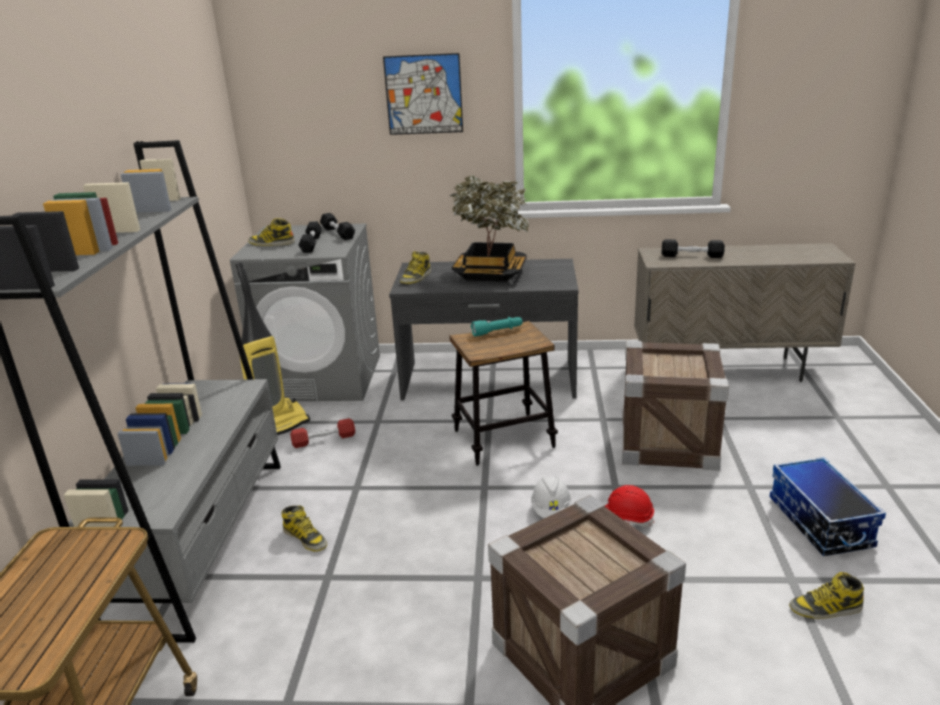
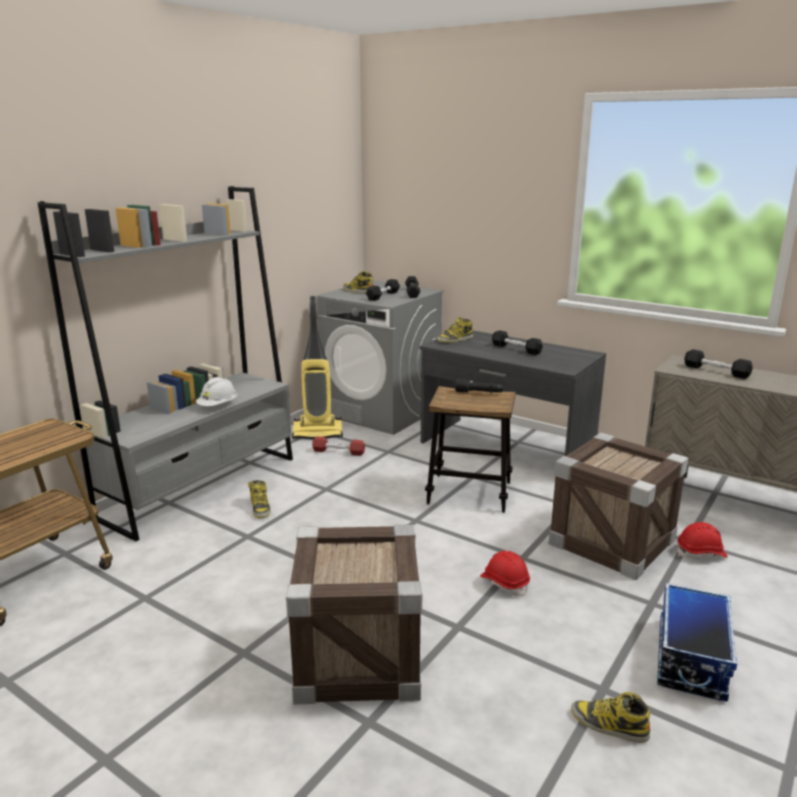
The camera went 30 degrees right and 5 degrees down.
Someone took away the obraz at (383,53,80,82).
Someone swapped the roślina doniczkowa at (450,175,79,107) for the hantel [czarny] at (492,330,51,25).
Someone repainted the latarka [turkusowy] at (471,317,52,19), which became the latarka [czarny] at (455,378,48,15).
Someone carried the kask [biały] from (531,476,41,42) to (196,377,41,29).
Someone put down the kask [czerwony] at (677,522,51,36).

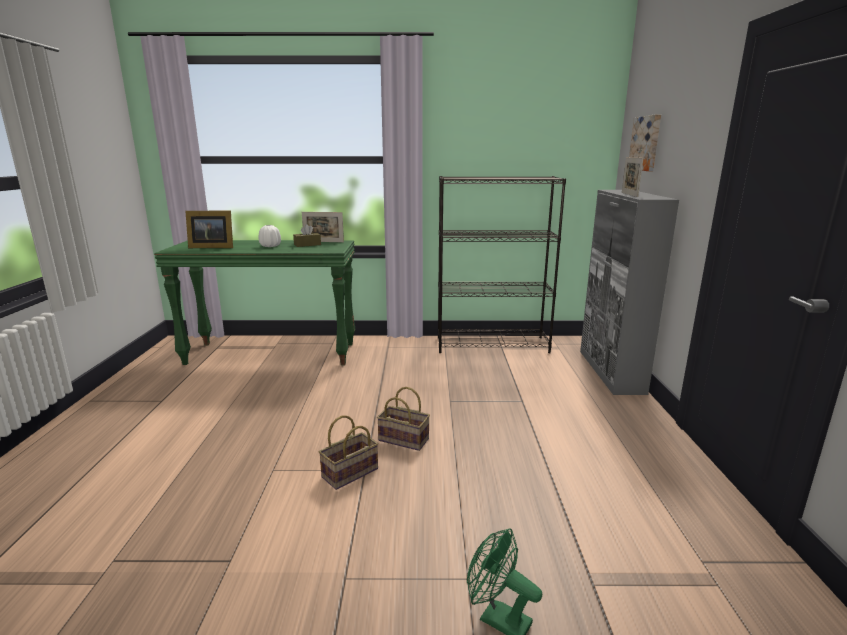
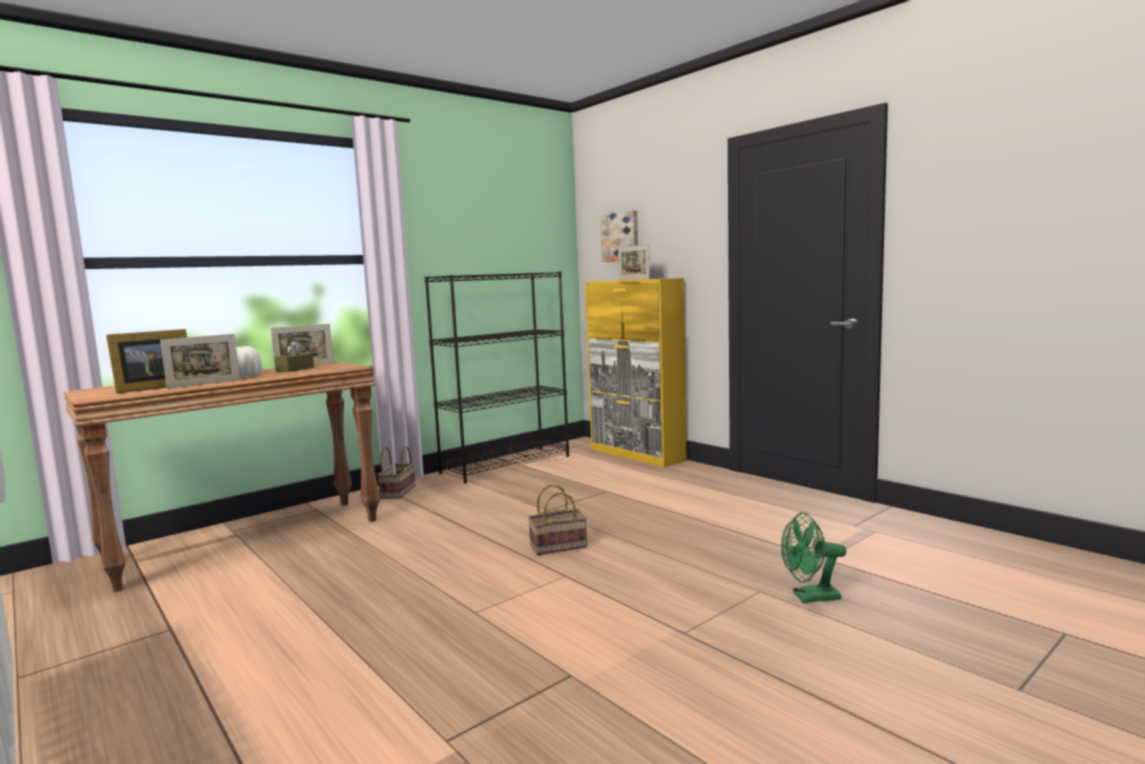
The camera went 40 degrees left and 10 degrees down.
Someone repainted the szafka [szary] at (580,190,99,205), which became the szafka [żółty] at (585,278,102,189).
Someone repainted the stolik konsolowy [zielony] at (154,240,201,125), which became the stolik konsolowy [brązowy] at (64,361,316,231).
Someone carried the koszyk from (319,415,59,75) to (377,446,38,52).
Someone put down the ramka na zdjęcie at (160,334,80,55).

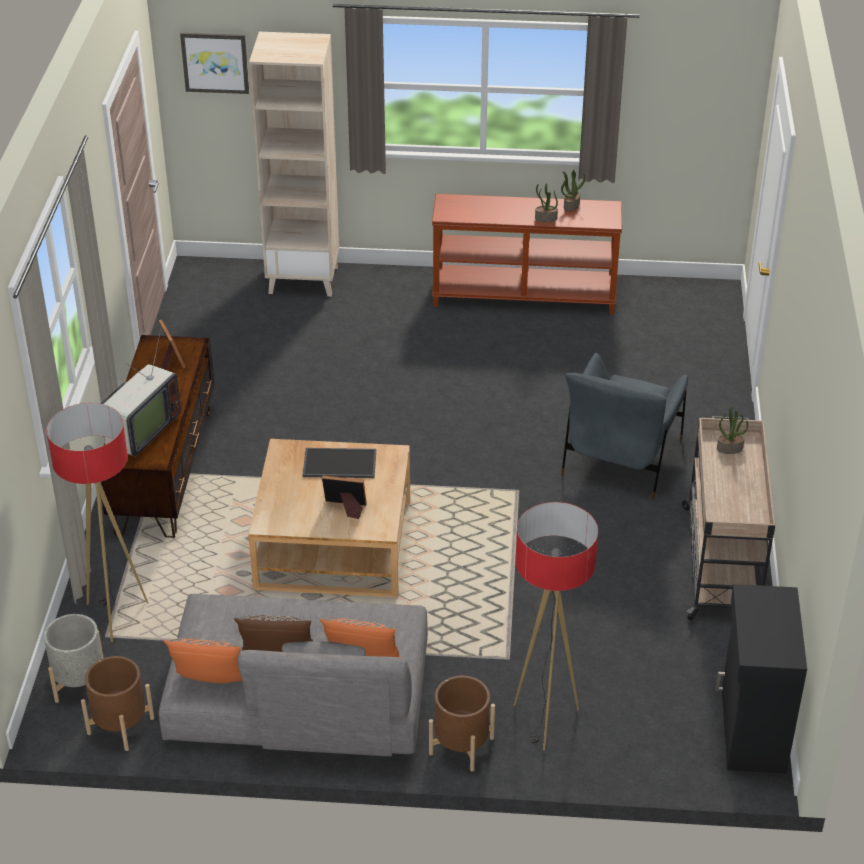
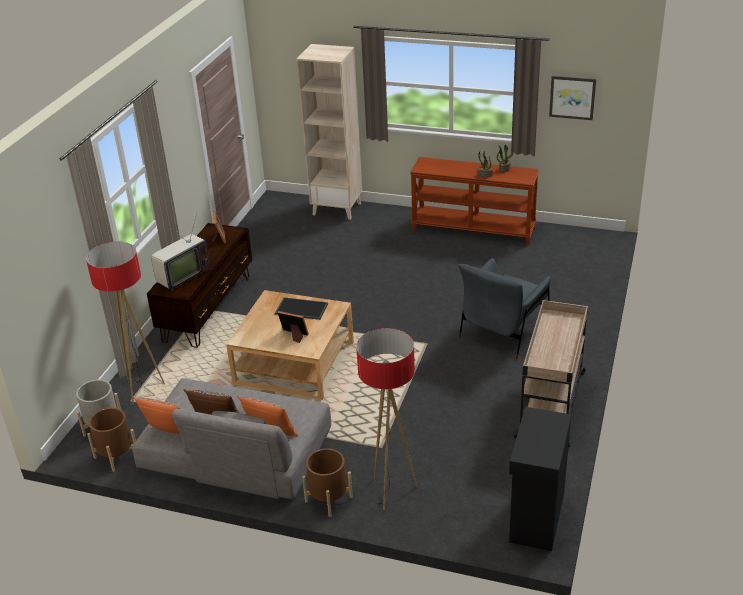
The camera went 15 degrees right and 5 degrees down.
Someone carried the obraz from (180,33,69,61) to (549,76,47,44).
Someone took away the roślina doniczkowa at (717,406,31,48).

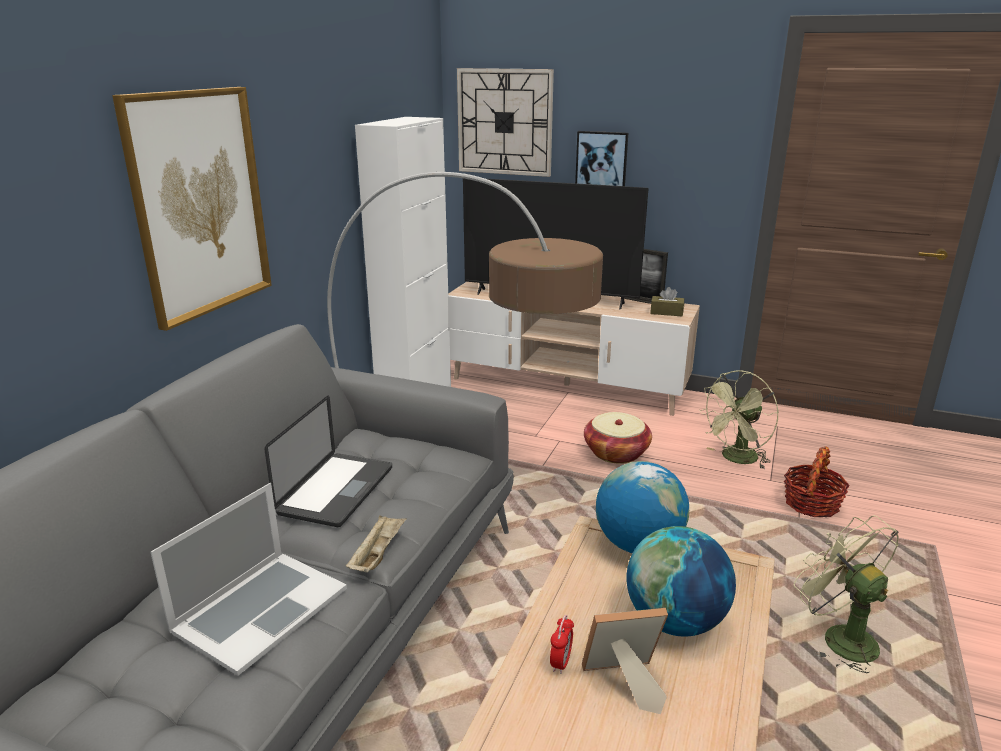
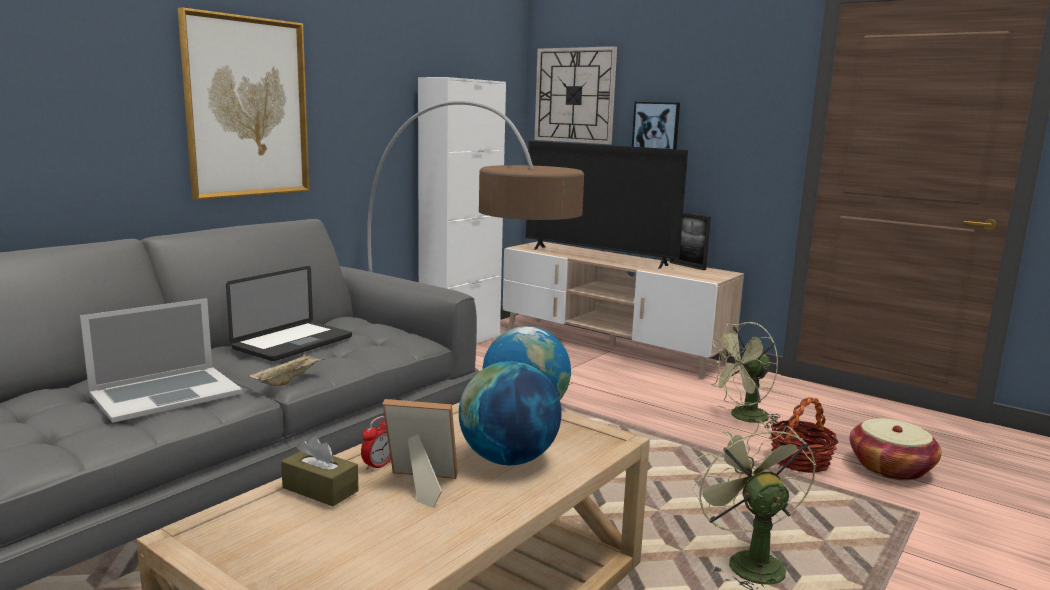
The camera went 15 degrees right and 10 degrees down.
Someone carried the pudełko chusteczek [brązowy] from (650,287,34,29) to (281,436,77,70).
Someone carried the koszyk from (584,412,68,52) to (849,418,93,63).

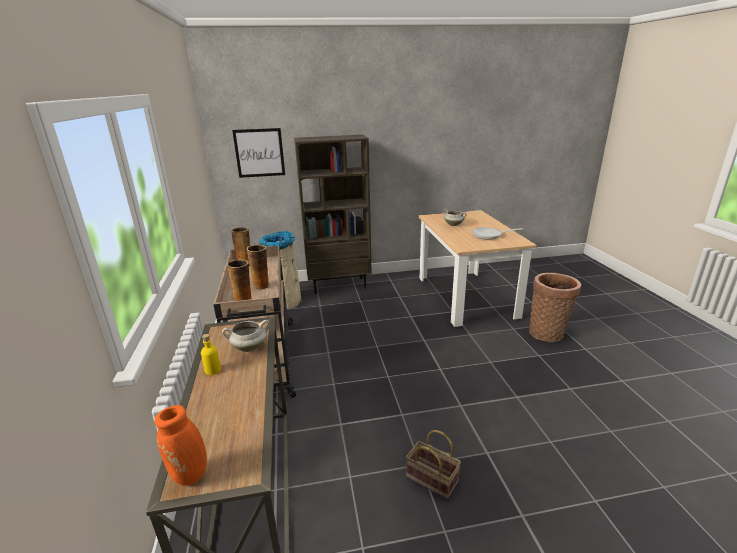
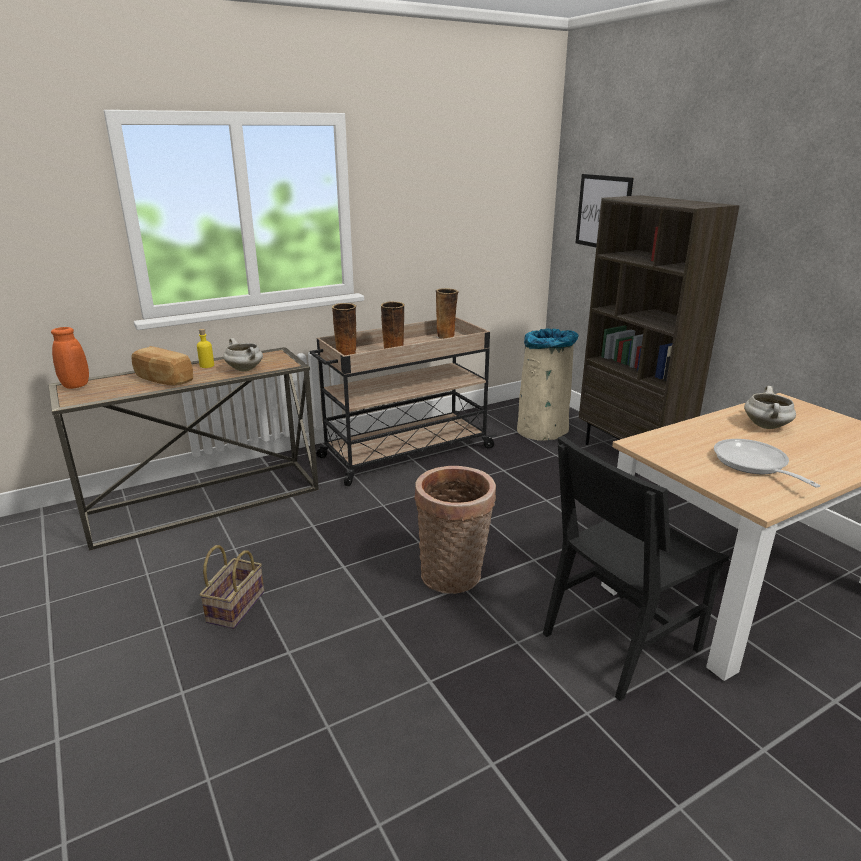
The camera went 70 degrees right and 0 degrees up.
Someone carried the koszyk from (529,273,52,69) to (414,466,82,128).
Someone put down the chleb at (131,346,62,39).
Someone put down the krzesło [czarny] at (543,435,186,266).

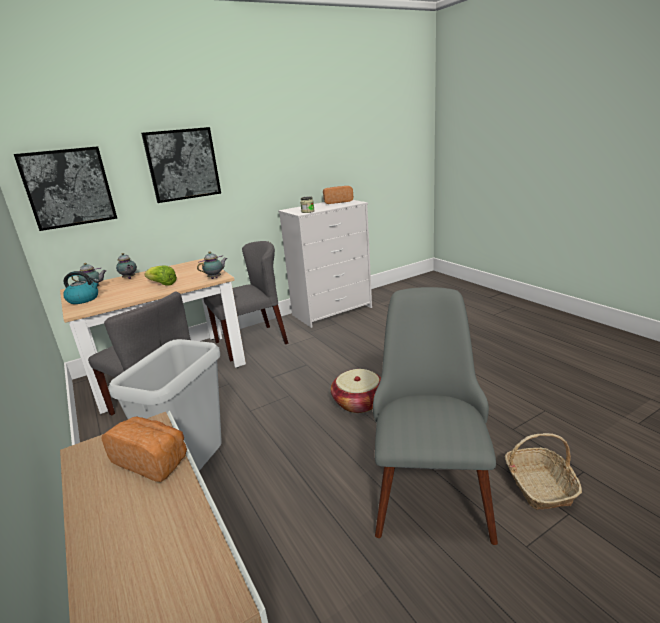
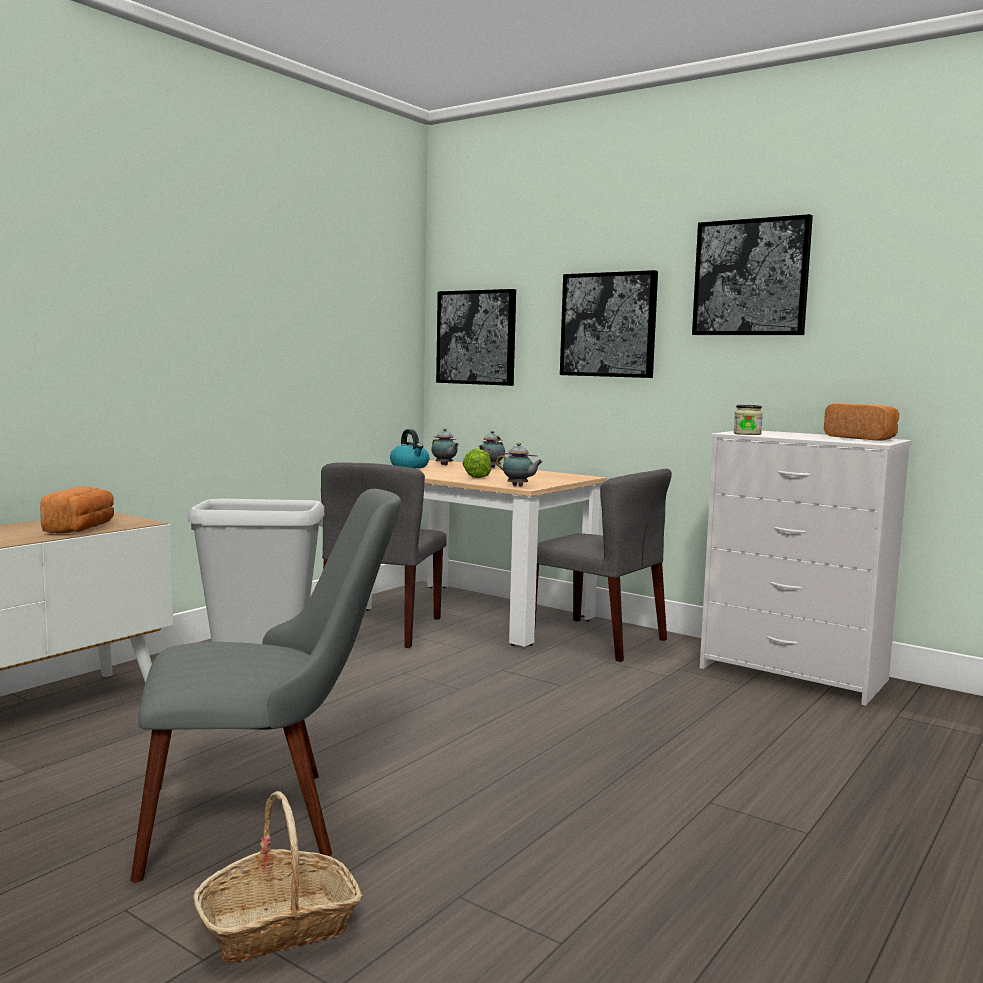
The camera went 65 degrees right and 15 degrees down.
Someone took away the koszyk at (331,369,50,44).
Someone put up the obraz at (692,214,121,121).

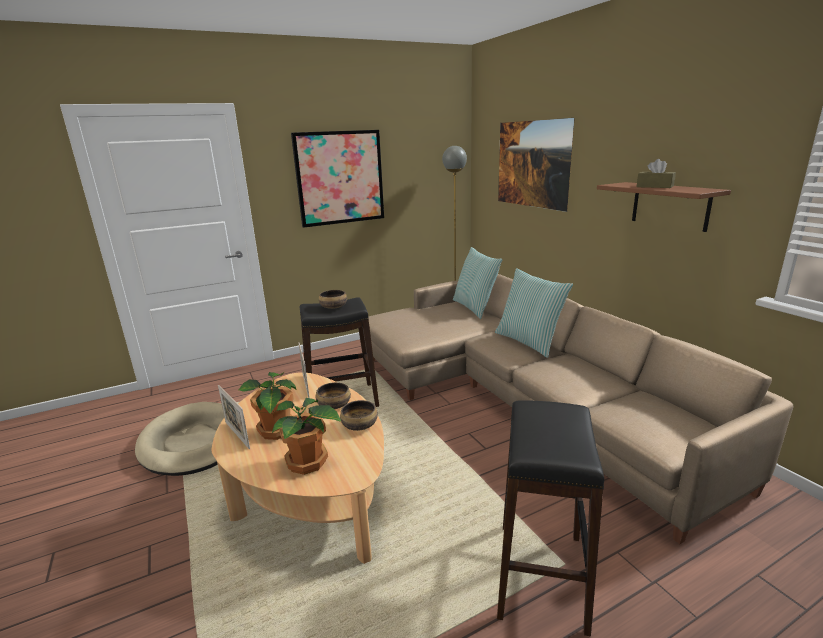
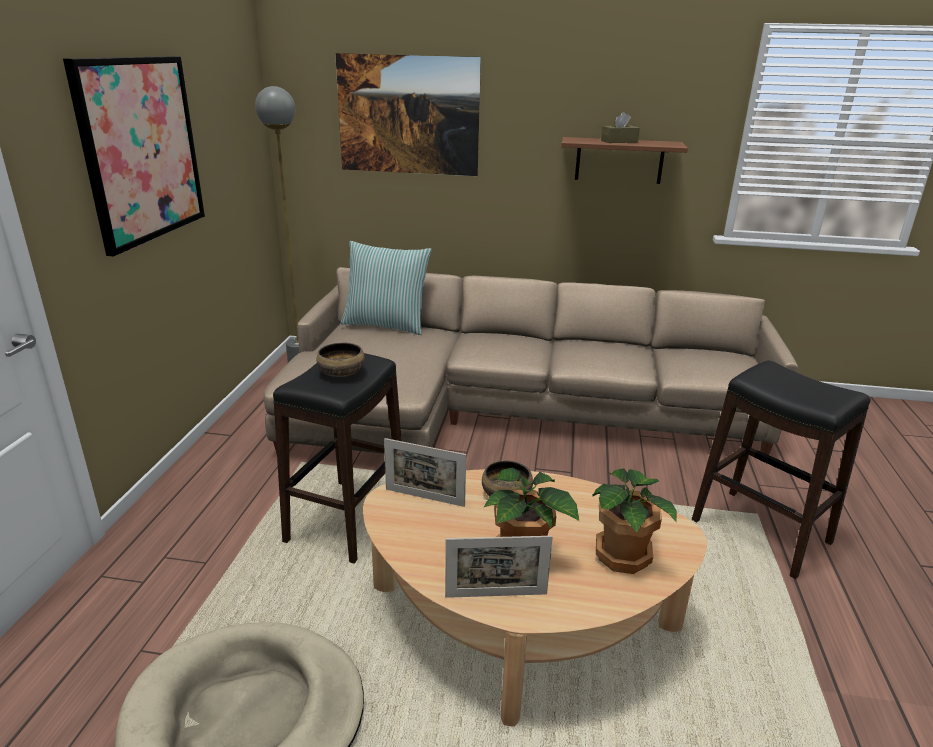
The camera went 55 degrees left and 5 degrees up.
Someone took away the poduszka at (495,268,78,90).
Someone took away the miska at (340,400,38,31).

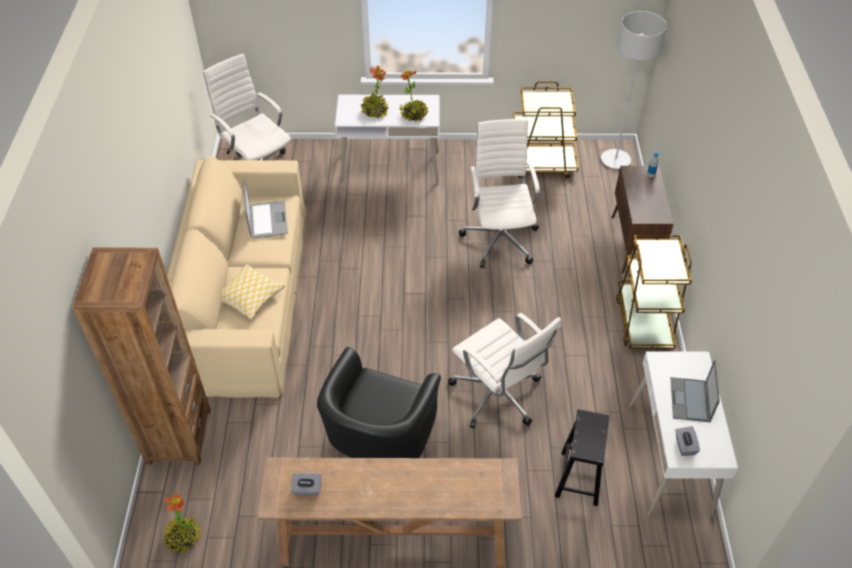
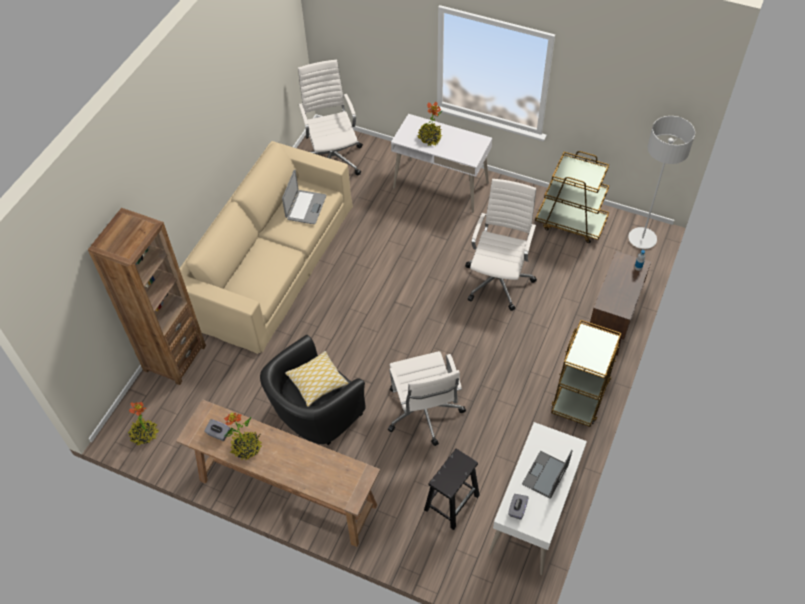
The camera went 25 degrees right and 5 degrees up.
Someone carried the roślina doniczkowa from (399,70,29,51) to (224,413,38,47).
Someone carried the poduszka from (222,264,63,56) to (285,351,63,56).

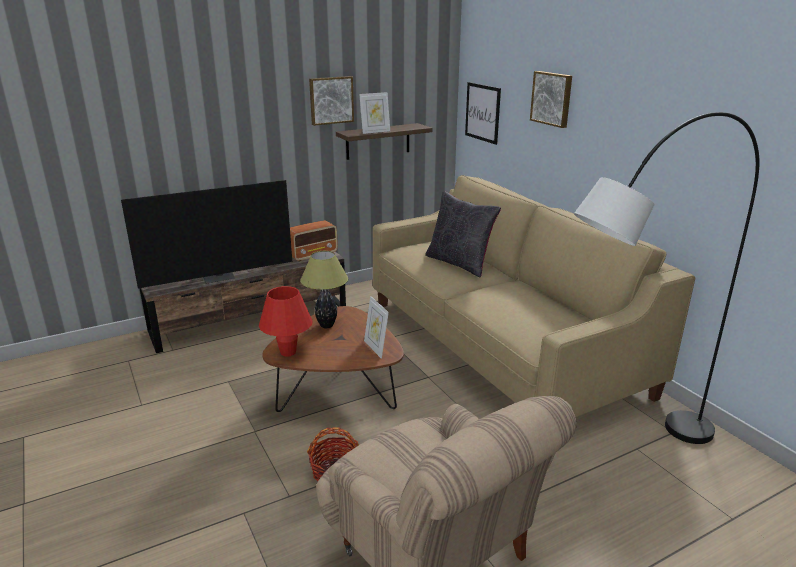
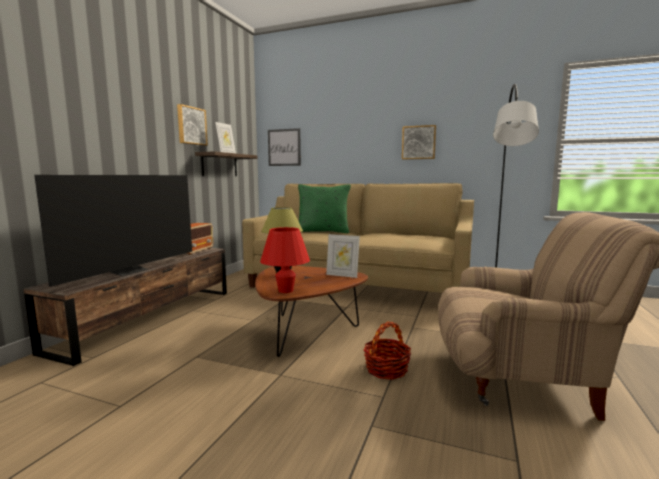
The camera went 40 degrees left and 15 degrees down.
Someone carried the obraz from (530,71,42,57) to (402,125,34,34).
Someone repainted the poduszka [czarny] at (425,191,76,86), which became the poduszka [zielony] at (298,185,53,48).

